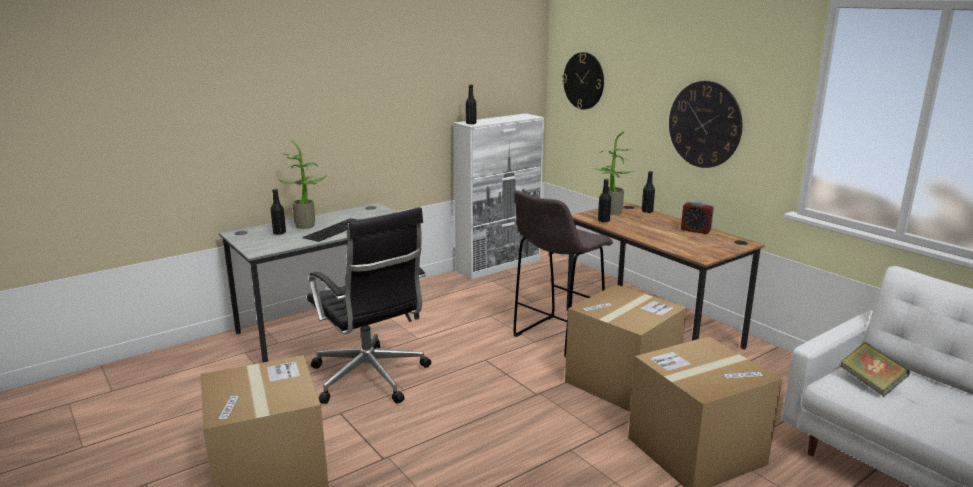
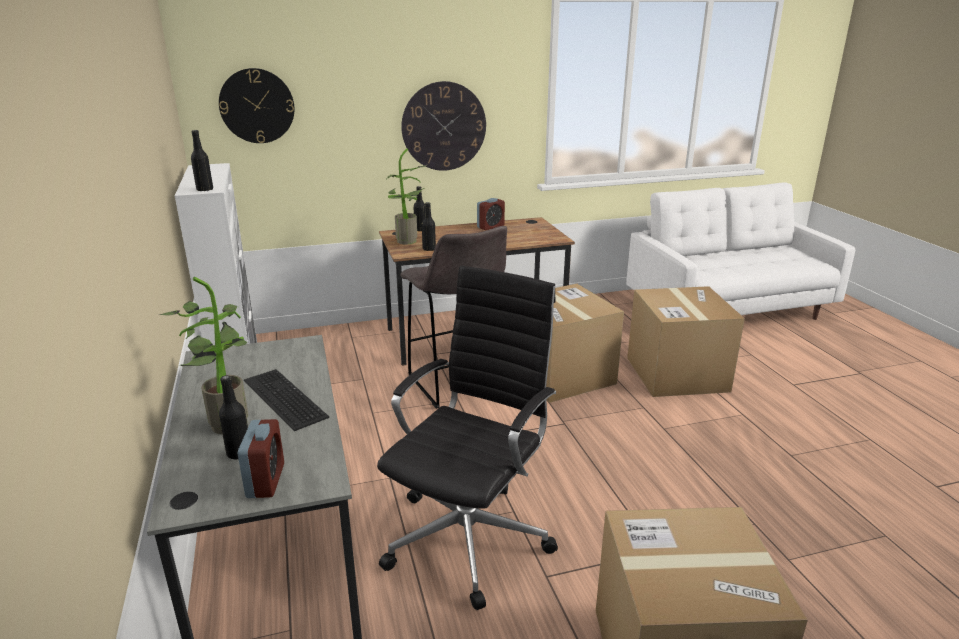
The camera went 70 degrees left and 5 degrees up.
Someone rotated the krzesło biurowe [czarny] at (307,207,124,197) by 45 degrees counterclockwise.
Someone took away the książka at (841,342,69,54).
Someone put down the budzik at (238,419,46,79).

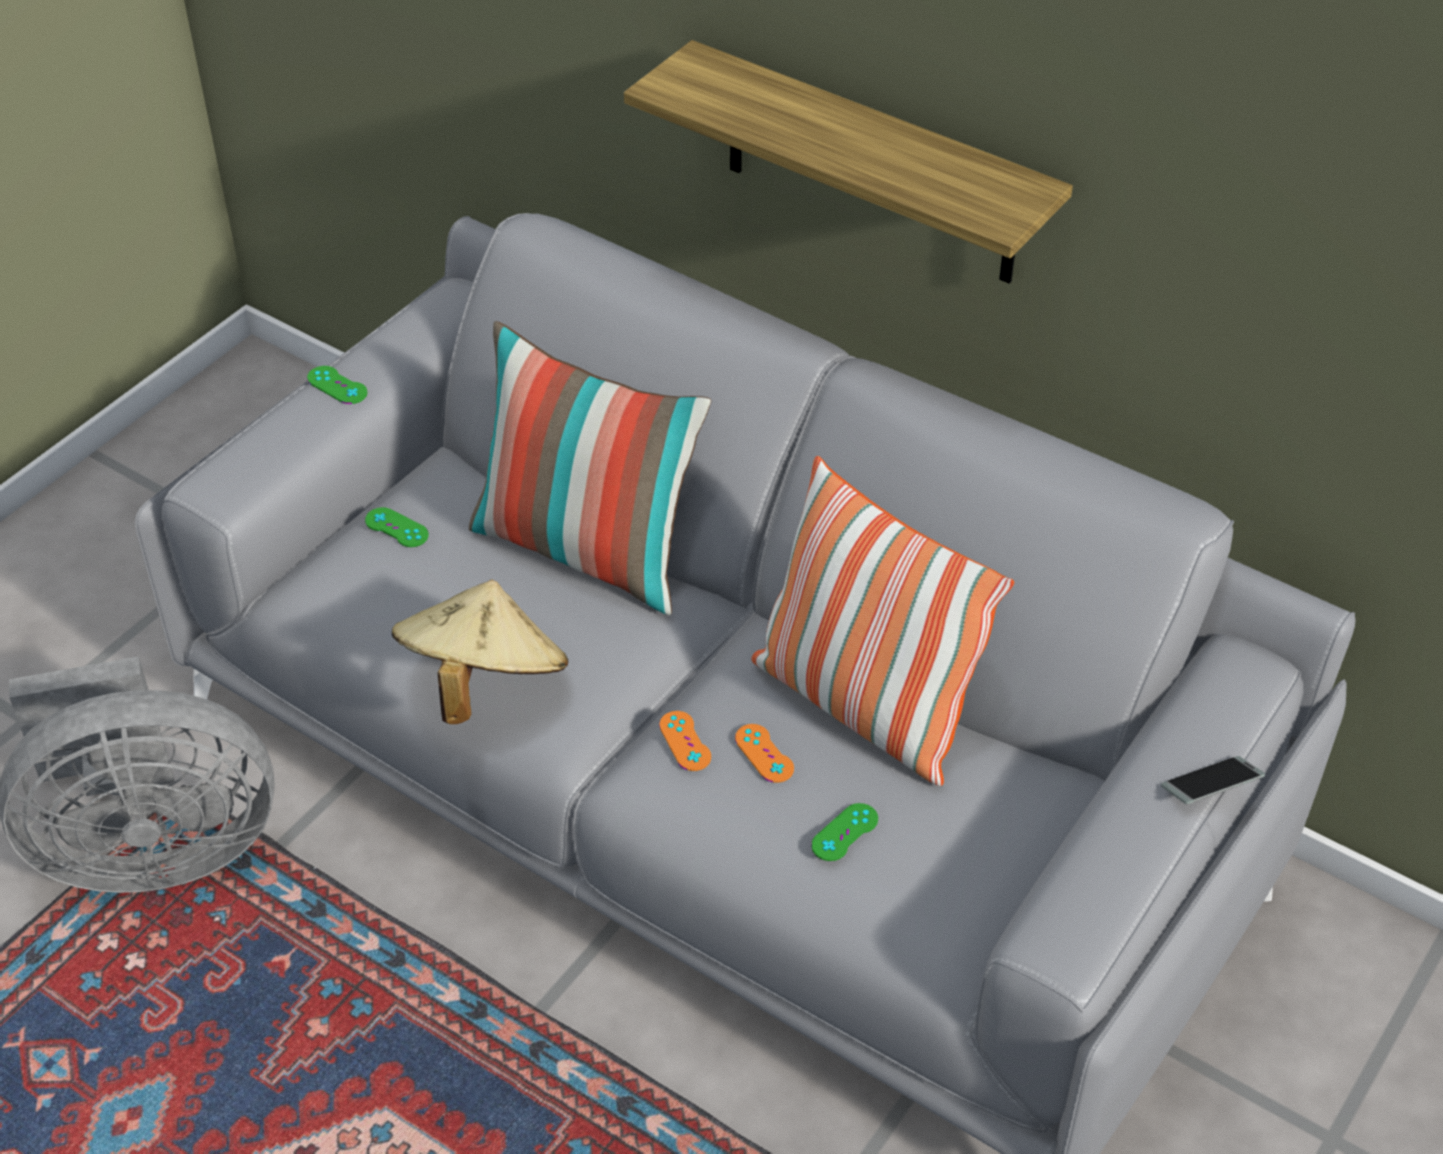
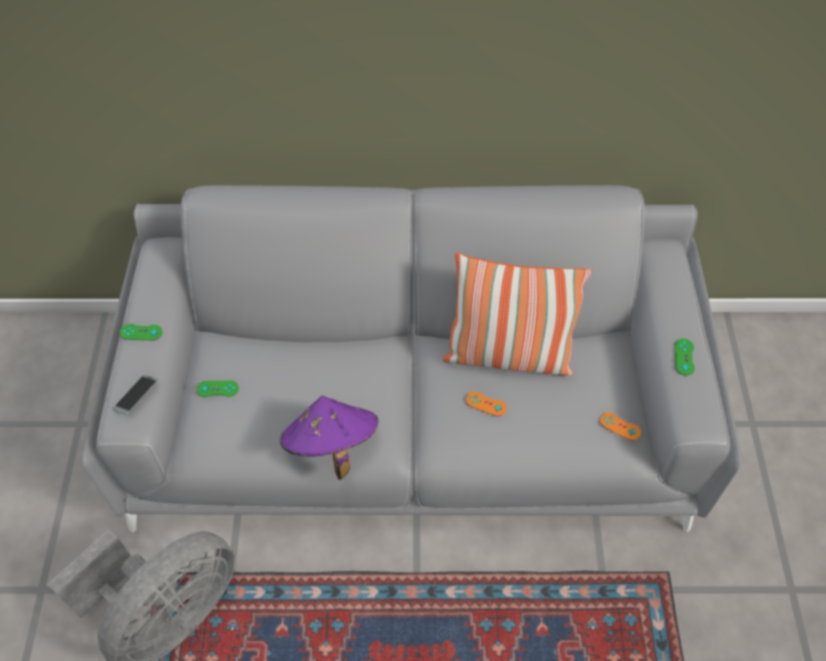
The camera went 35 degrees left and 10 degrees up.
Someone took away the półka at (624,40,449,243).
Someone took away the poduszka at (469,321,242,294).
Someone repainted the kapelusz [beżowy] at (392,579,176,145), which became the kapelusz [fioletowy] at (280,396,99,84).
Someone carried the pad do gier [pomarańczowy] from (659,711,52,60) to (600,412,41,29).
Someone carried the telefon from (1161,756,104,48) to (113,374,46,41).
Someone carried the pad do gier [zielony] from (811,803,67,58) to (675,339,20,36).

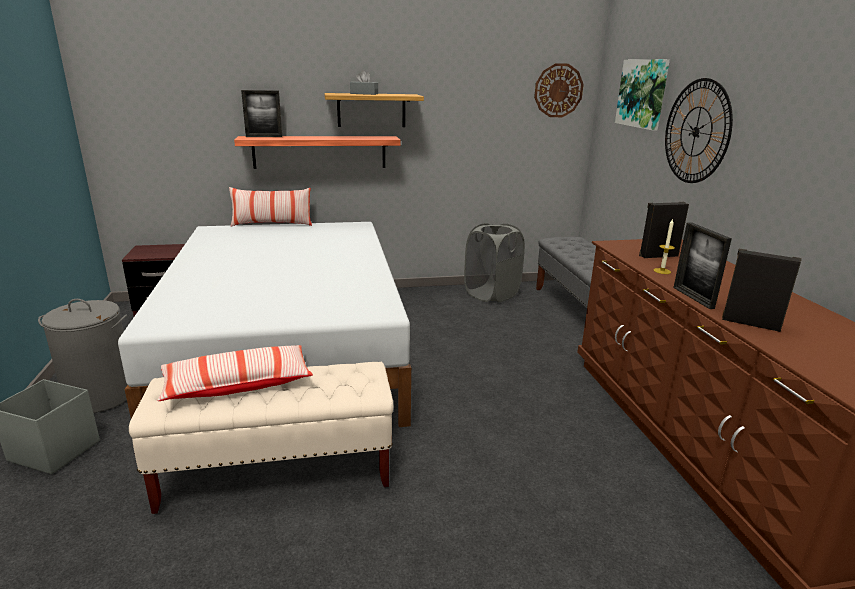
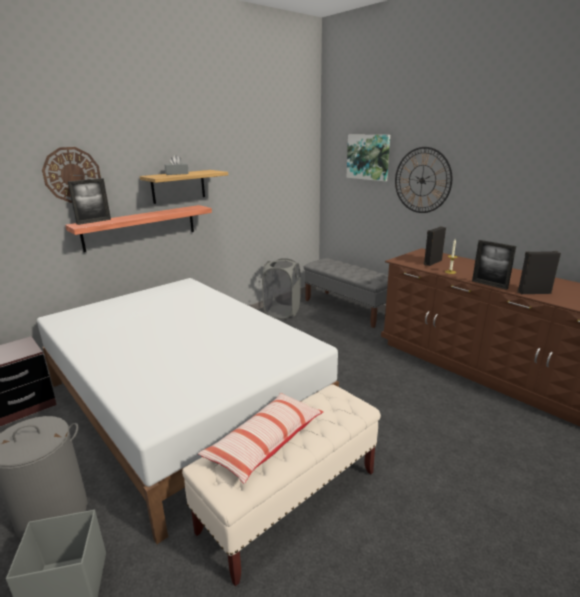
The camera went 30 degrees left and 0 degrees up.
Someone carried the zegar ścienny from (534,63,50,54) to (42,147,59,56).
Someone took away the poduszka at (229,187,83,39).

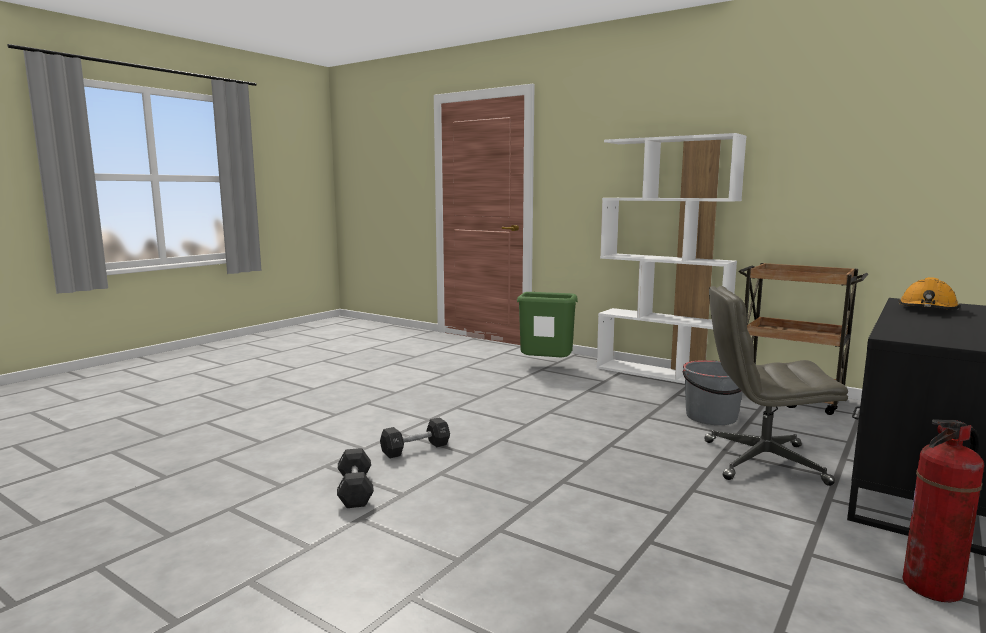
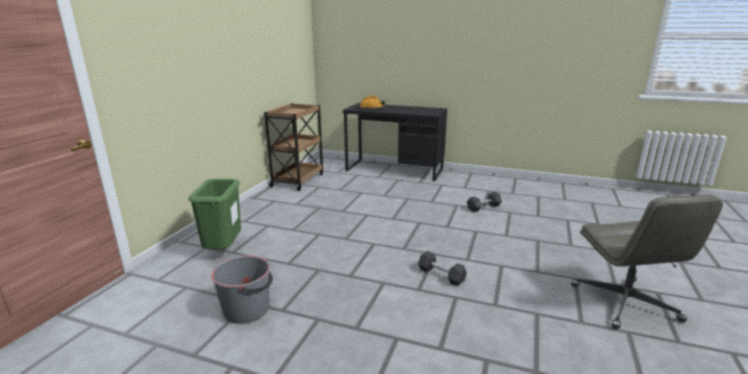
The camera went 105 degrees left and 10 degrees up.
Someone took away the regał [biały] at (597,133,150,251).
Someone carried the krzesło biurowe [szary] from (704,286,144,200) to (571,195,152,134).
Someone carried the wiadro [szary] from (683,360,59,65) to (211,255,62,69).
Someone took away the gaśnica at (902,419,82,183).
Someone carried the hantel [czarny] from (337,448,37,60) to (467,191,35,21).

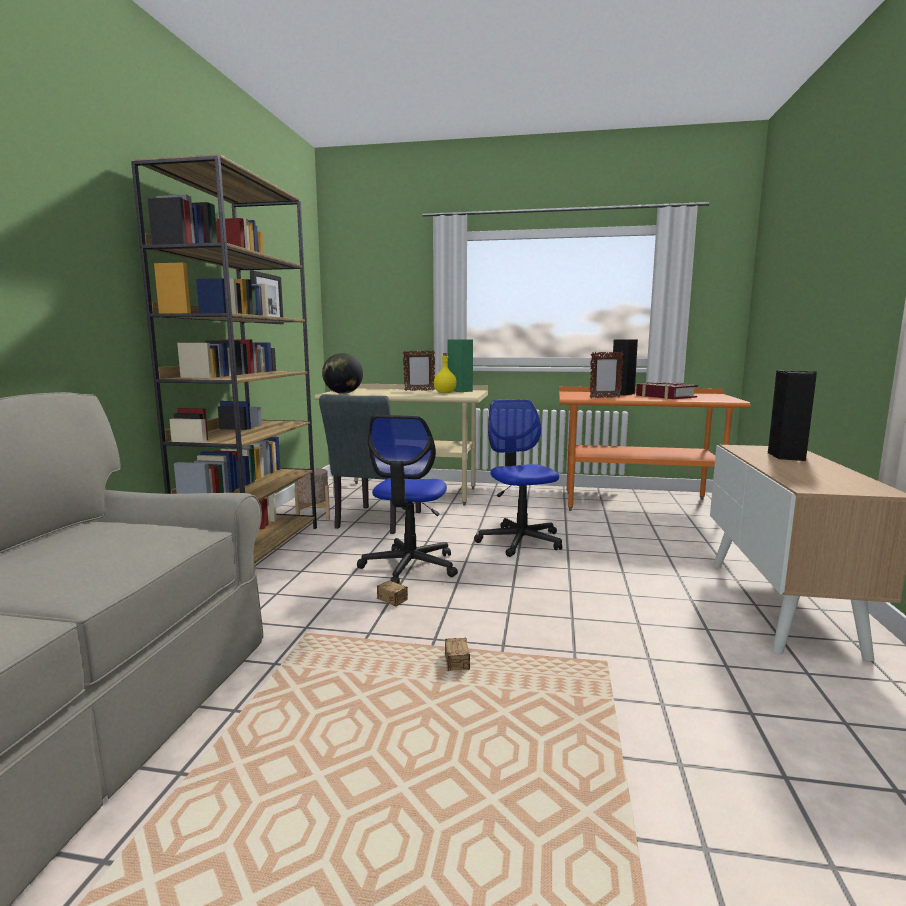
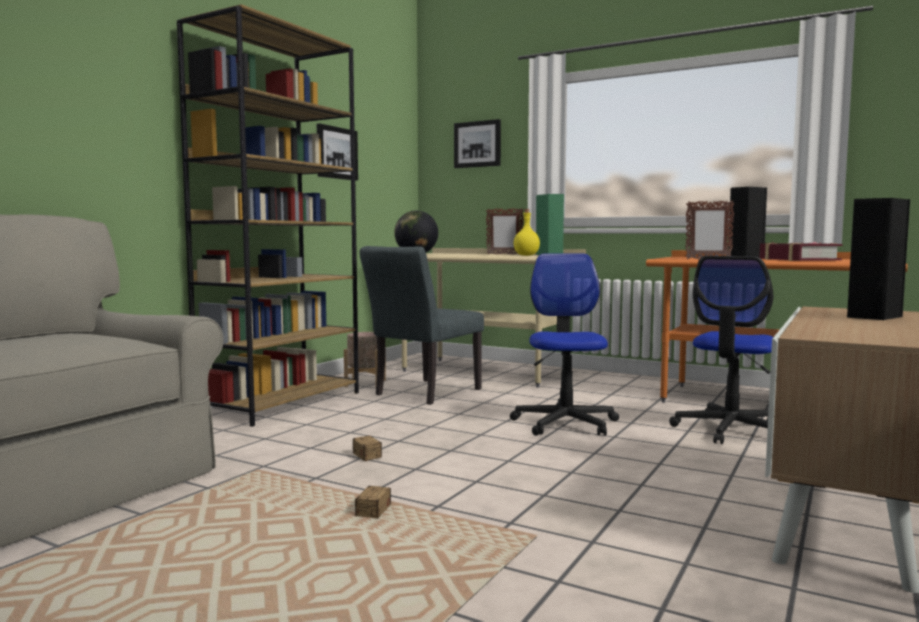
The camera went 20 degrees right and 5 degrees down.
Someone carried the krzesło biurowe from (357,415,101,169) to (669,256,104,188).
Someone put up the obraz at (454,119,47,49).

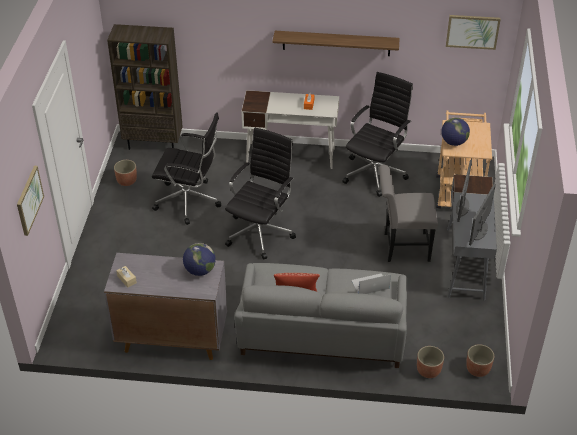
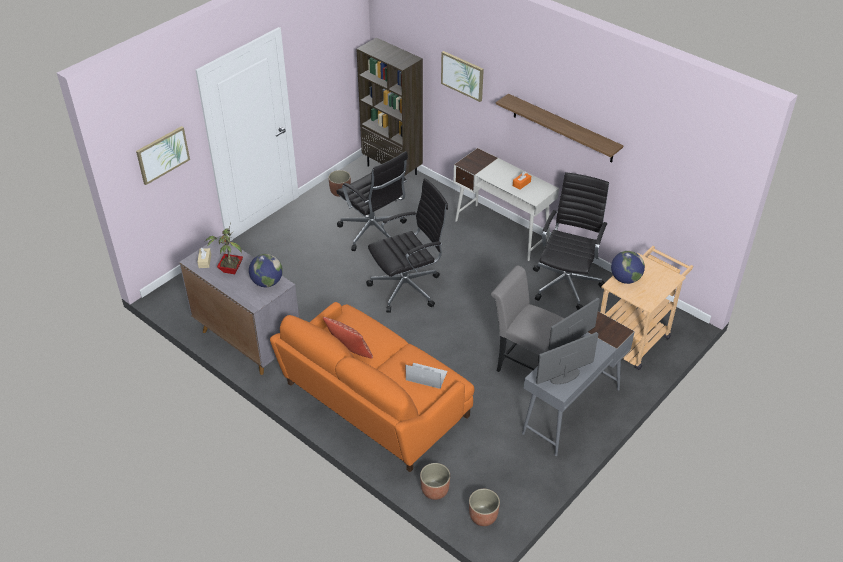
The camera went 35 degrees right and 0 degrees up.
Someone carried the obraz from (446,15,55,35) to (441,51,43,51).
Someone rotated the krzesło biurowe [czarny] at (342,72,71,125) by 45 degrees counterclockwise.
Someone repainted the kanapa [szary] at (234,263,173,105), which became the kanapa [pomarańczowy] at (270,302,204,170).
Someone put down the roślina doniczkowa at (205,222,38,52).

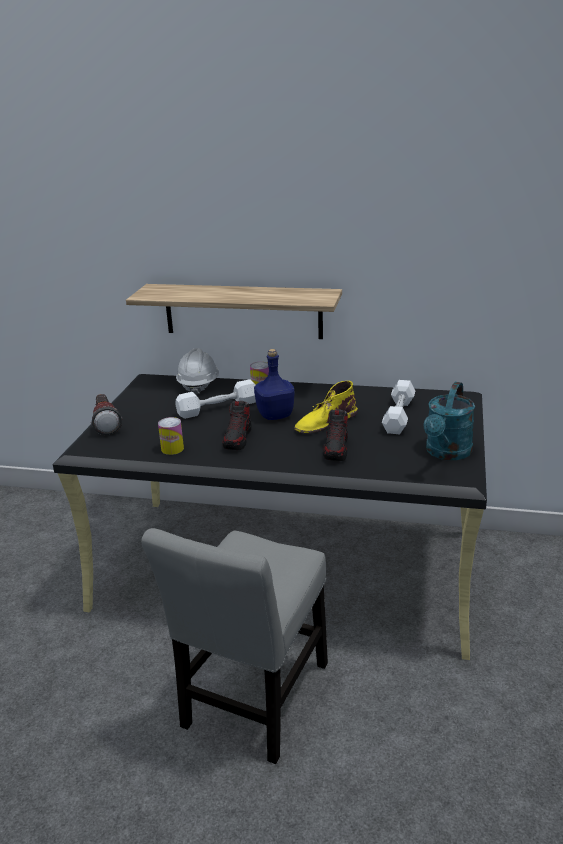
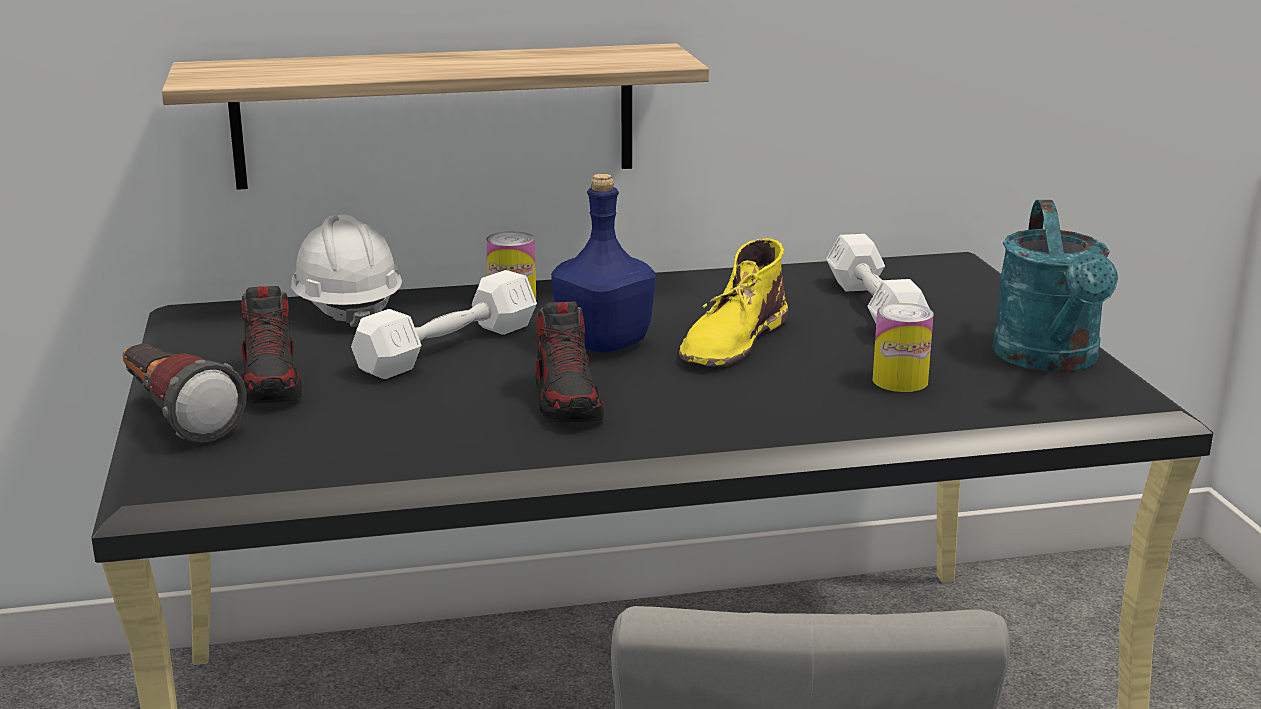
The camera went 25 degrees left and 5 degrees down.
Someone carried the but from (323,409,25,52) to (241,286,61,117).
Someone carried the puszka from (158,417,26,38) to (873,303,61,89).

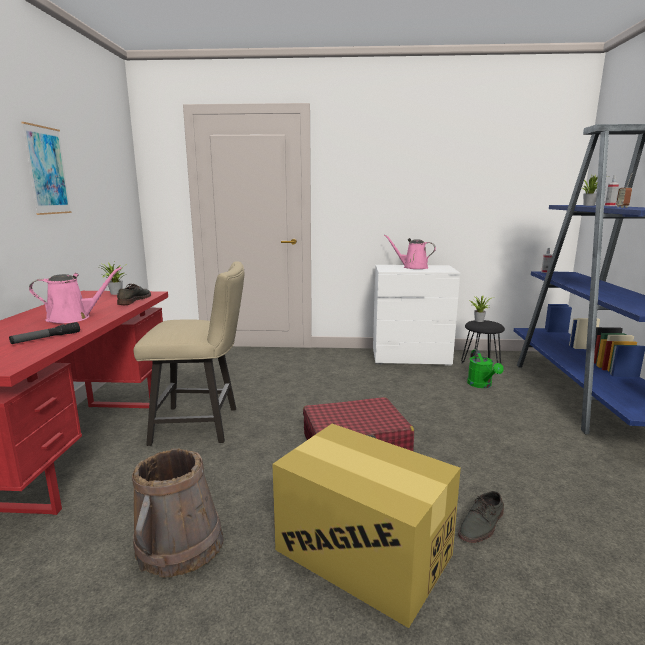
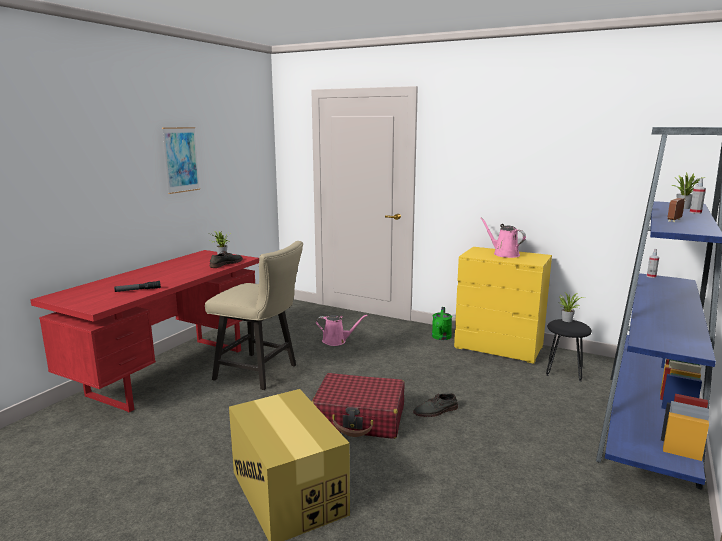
The camera went 25 degrees right and 0 degrees up.
Someone repainted the komoda [biały] at (373,265,87,101), which became the komoda [żółty] at (454,247,98,117).
Someone carried the konewka [różowy] from (29,267,93,56) to (316,315,52,31).
Someone carried the konewka [zielony] from (467,350,37,38) to (432,307,20,33).
Someone took away the wiadro [brązowy] at (132,448,92,130).
Someone carried the but [szary] from (458,491,46,52) to (413,393,45,24).

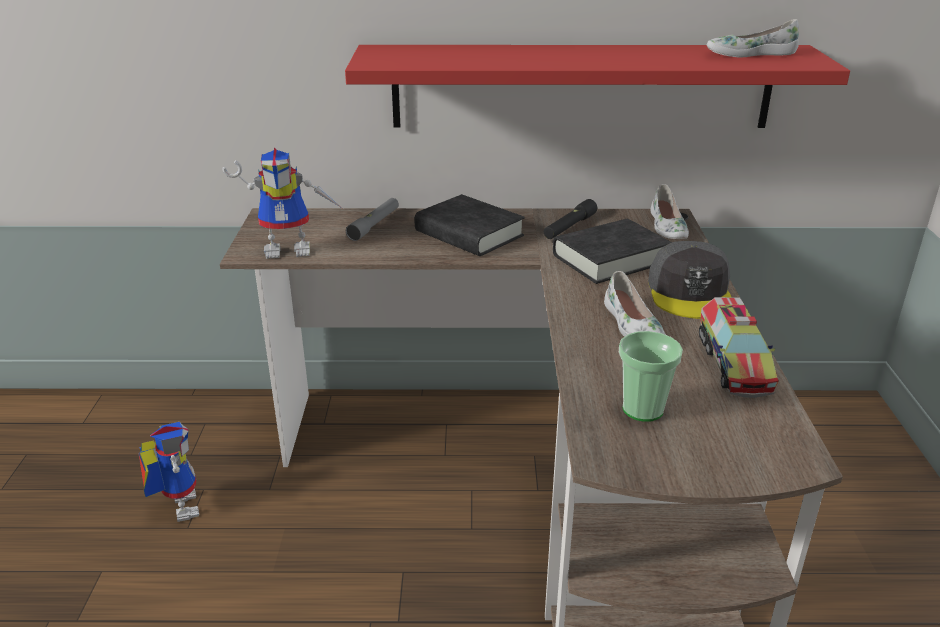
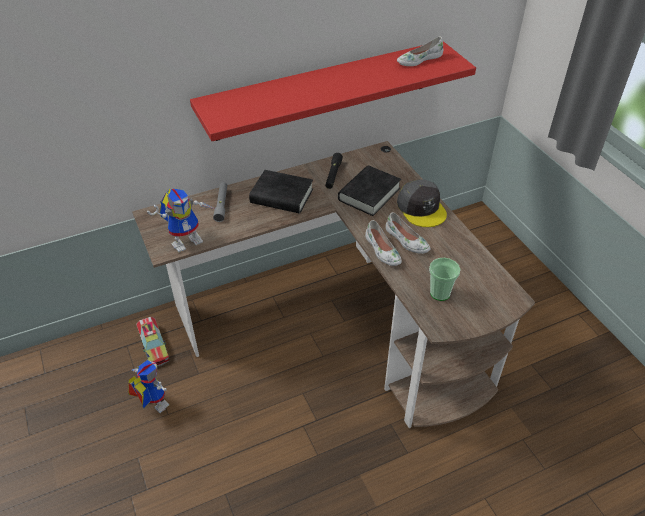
The camera went 25 degrees left and 15 degrees up.
Someone carried the but [biały] from (650,184,39,55) to (365,220,37,46).
Someone carried the ciężarówka zabawkowa from (699,297,80,101) to (136,317,33,50).

